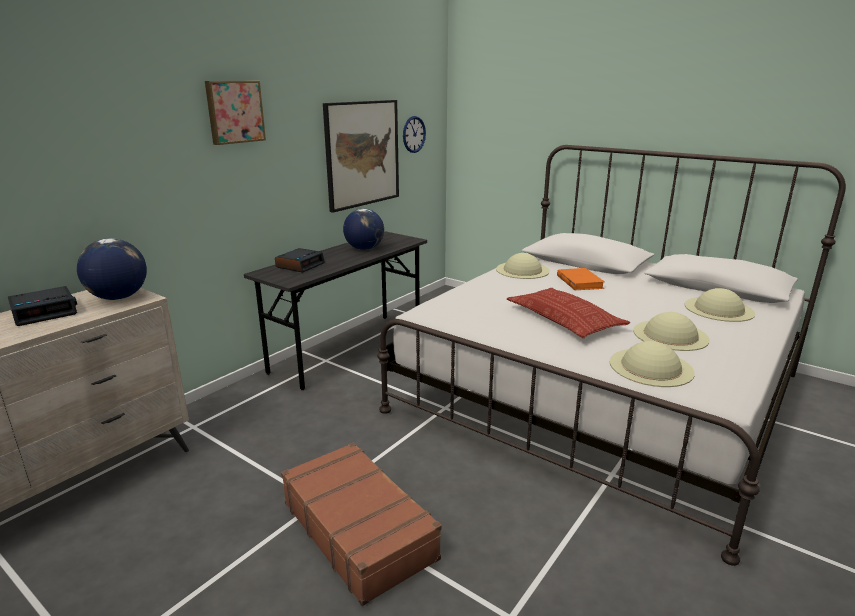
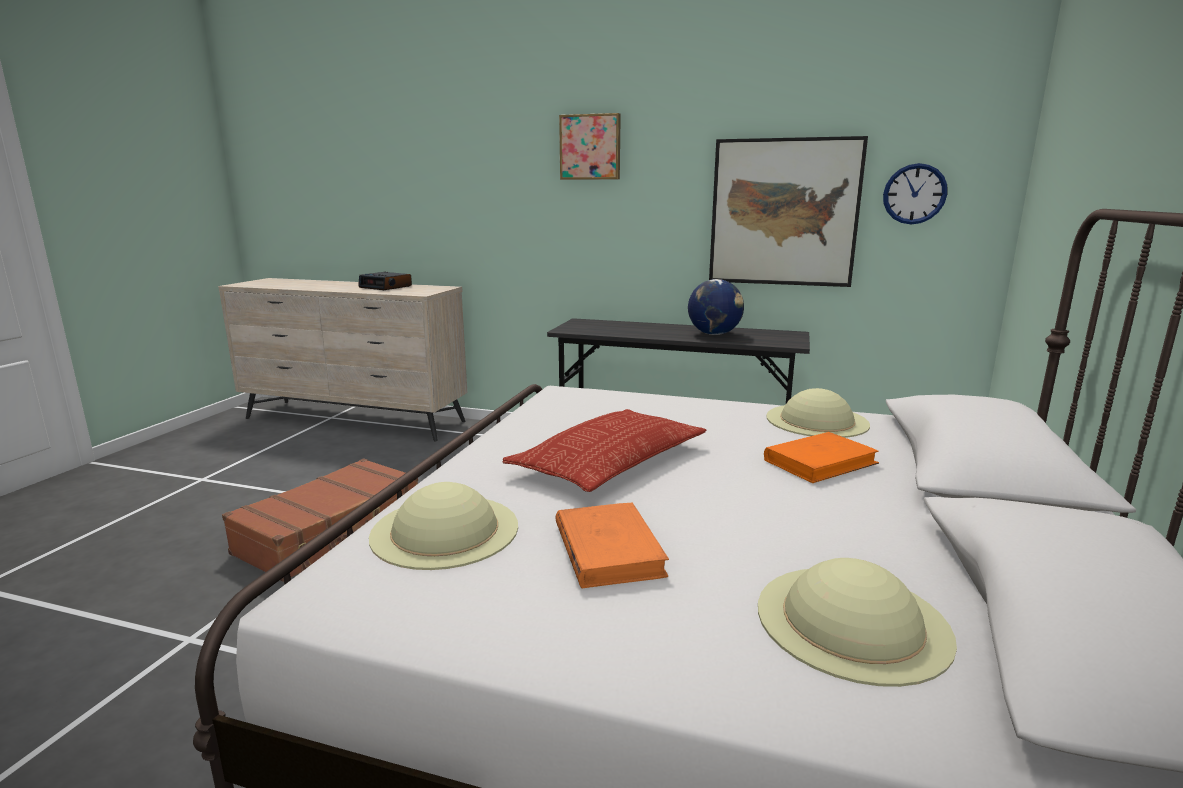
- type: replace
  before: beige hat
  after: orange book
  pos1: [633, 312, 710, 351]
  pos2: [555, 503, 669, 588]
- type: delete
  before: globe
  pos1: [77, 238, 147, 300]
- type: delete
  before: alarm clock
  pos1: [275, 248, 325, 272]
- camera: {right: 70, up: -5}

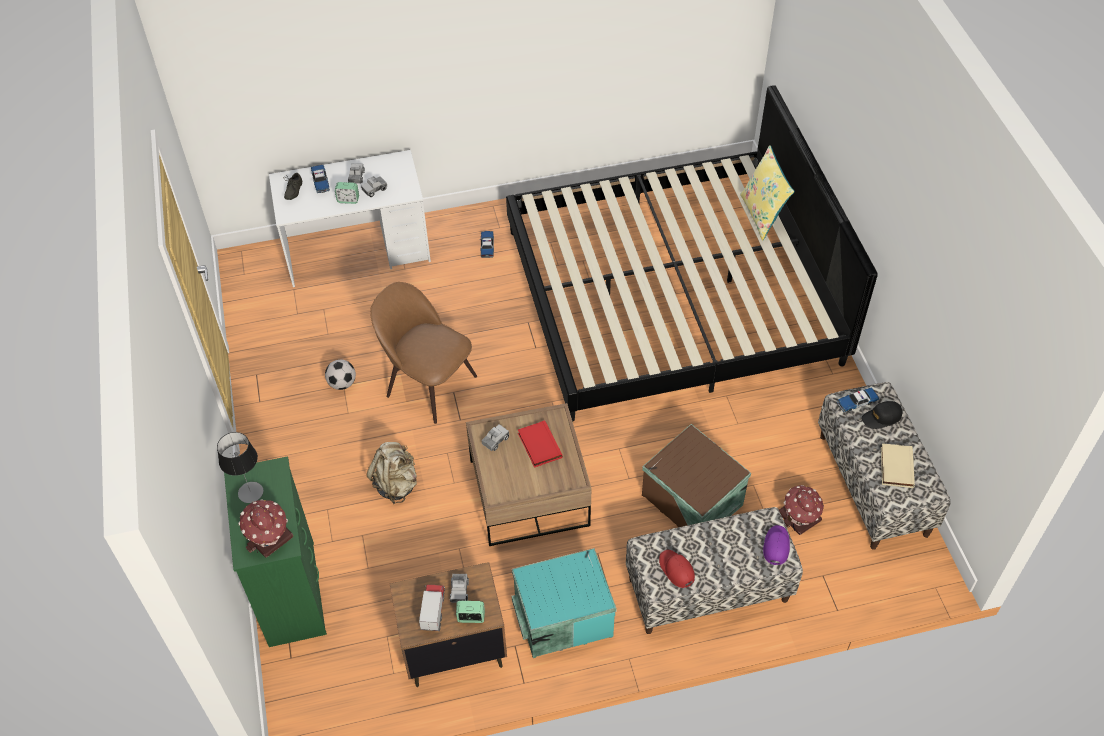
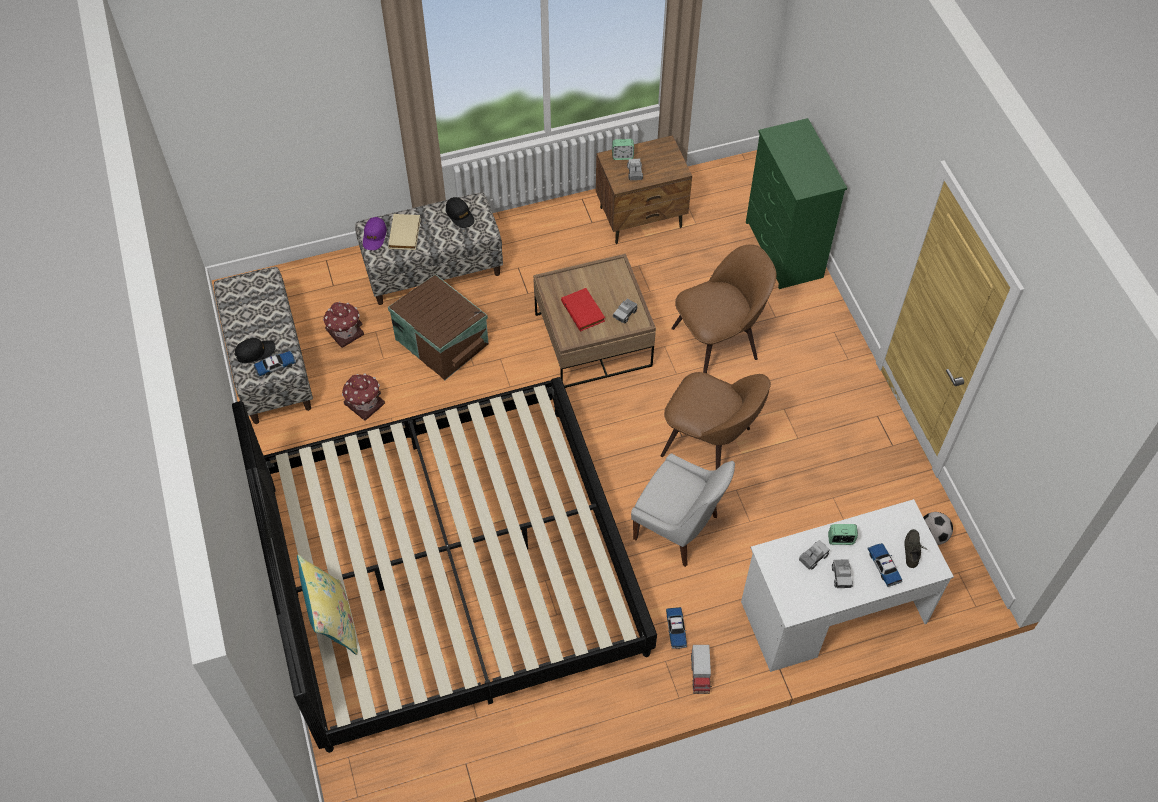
- type: move
  before: toy house
  pos1: [238, 499, 293, 557]
  pos2: [342, 373, 385, 421]
- type: move
  before: beige book
  pos1: [881, 443, 915, 488]
  pos2: [388, 214, 421, 250]
- type: recolor
  before: red cap
  after: black cap
  pos1: [659, 550, 695, 588]
  pos2: [446, 197, 474, 228]
- type: insert
  after: white chair
  pos2: [631, 453, 735, 567]
- type: replace
  before: beige backpack
  after: brown chair
  pos1: [366, 442, 417, 504]
  pos2: [671, 244, 777, 373]
- type: move
  before: toy truck
  pos1: [419, 585, 445, 631]
  pos2: [691, 645, 712, 694]
- type: move
  before: football
  pos1: [325, 359, 356, 390]
  pos2: [923, 512, 953, 545]
- type: delete
  before: table lamp
  pos1: [217, 432, 263, 503]
- type: delete
  before: turquoise storage box
  pos1: [512, 548, 617, 658]
- camera: {right: 175, up: 5}

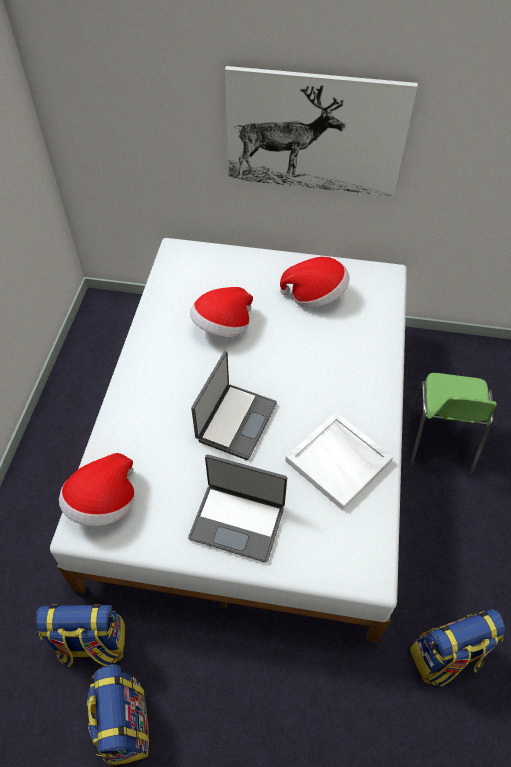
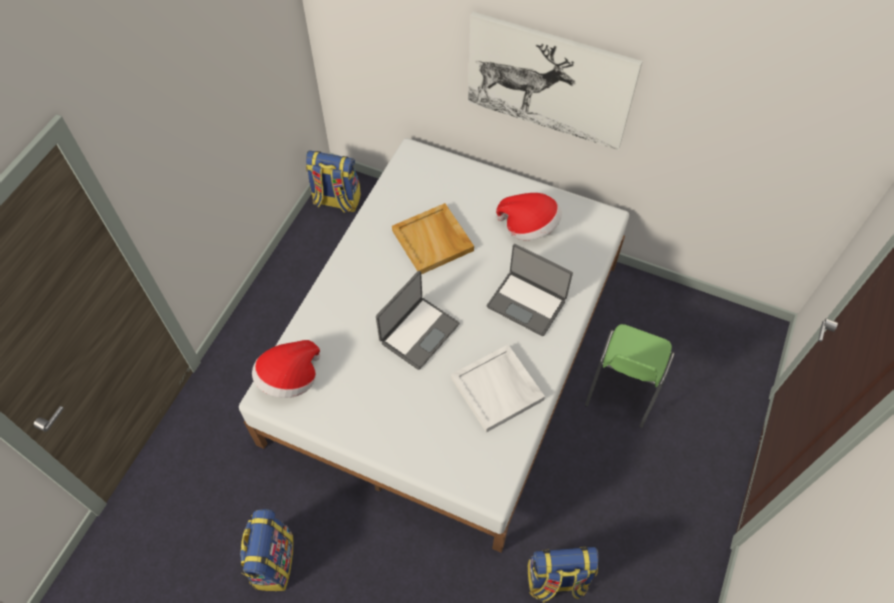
- type: move
  before: backpack
  pos1: [36, 604, 125, 667]
  pos2: [306, 150, 361, 213]
- type: replace
  before: hat
  after: beige tray
  pos1: [190, 287, 253, 337]
  pos2: [392, 203, 474, 274]
- type: move
  before: laptop
  pos1: [188, 454, 287, 563]
  pos2: [487, 244, 573, 336]
- camera: {right: 15, up: 5}

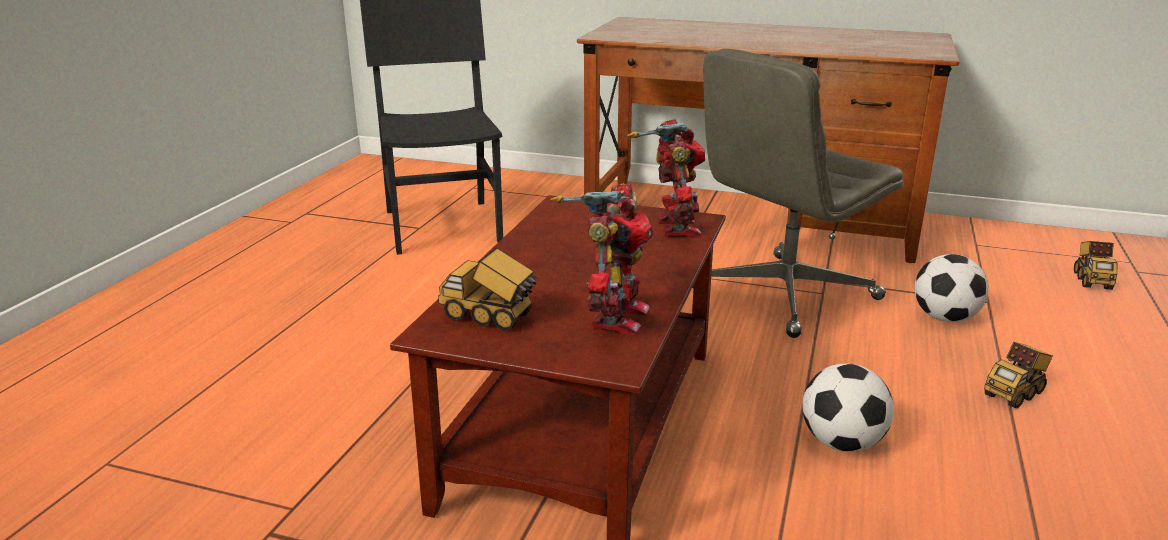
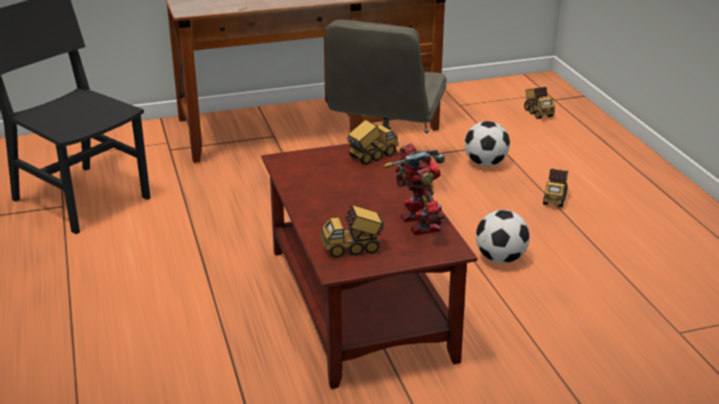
- type: replace
  before: toy robot
  after: toy truck
  pos1: [627, 119, 705, 237]
  pos2: [346, 119, 398, 165]
- camera: {right: -35, up: 5}

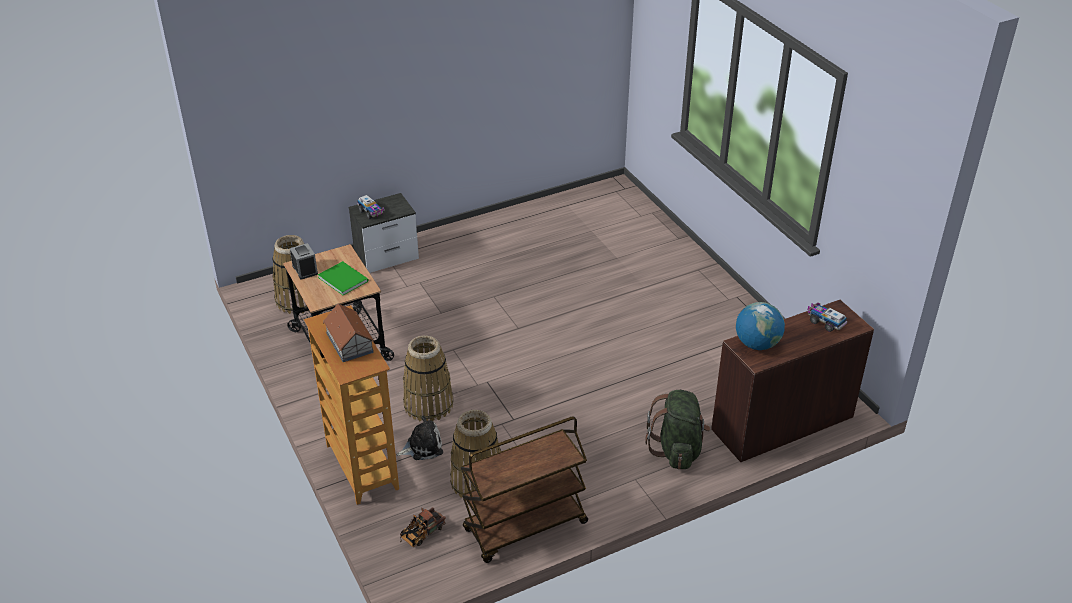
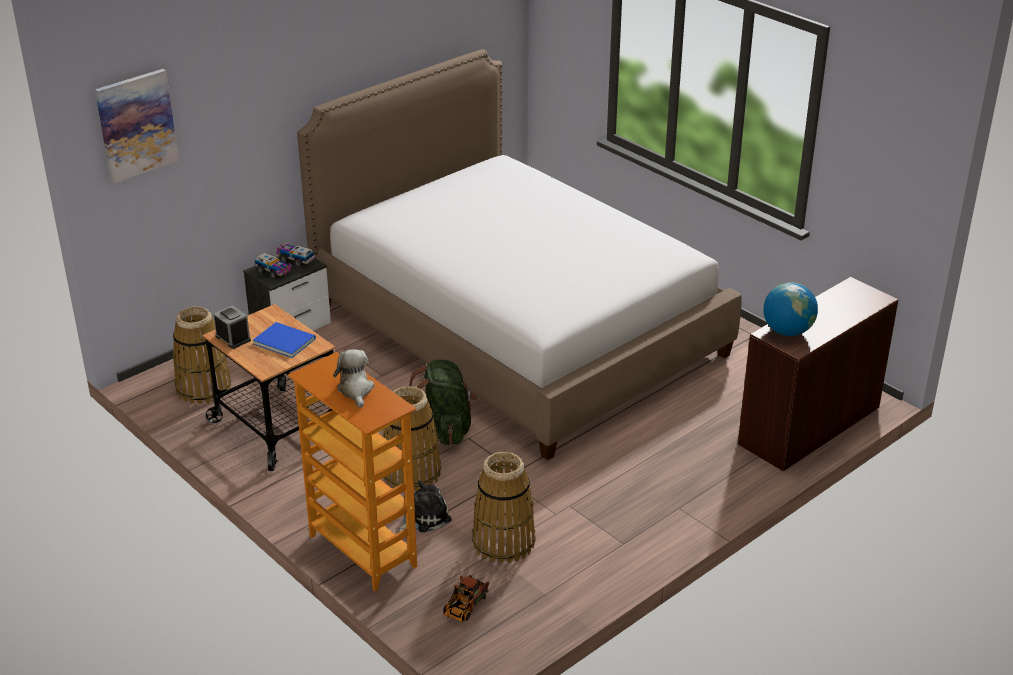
- type: insert
  after: picture
  pos2: [95, 69, 179, 183]
- type: recolor
  before: green book
  after: blue book
  pos1: [318, 261, 369, 295]
  pos2: [253, 322, 316, 358]
- type: move
  before: toy truck
  pos1: [807, 302, 847, 332]
  pos2: [276, 243, 315, 268]
- type: insert
  after: bed
  pos2: [297, 49, 742, 460]
- type: replace
  before: toy house
  after: plush toy
  pos1: [323, 303, 374, 362]
  pos2: [333, 349, 374, 408]
- type: move
  before: green backpack
  pos1: [646, 390, 710, 469]
  pos2: [407, 360, 477, 445]
- type: delete
  before: brown cart
  pos1: [461, 416, 588, 563]
- camera: {right: -15, up: -5}

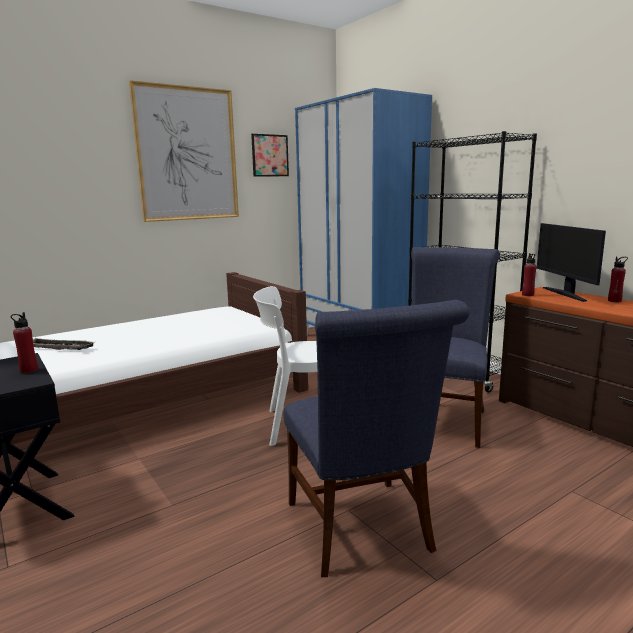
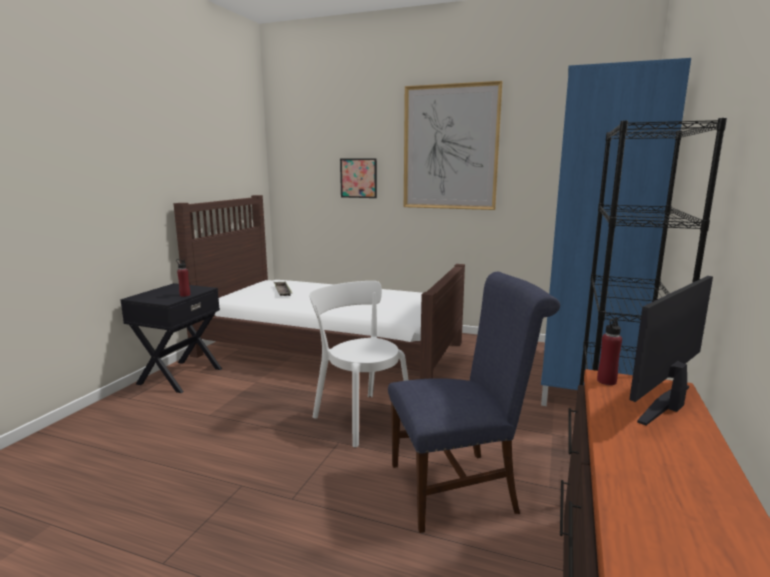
- type: move
  before: picture
  pos1: [251, 134, 289, 177]
  pos2: [340, 158, 377, 198]
- type: delete
  before: blue chair
  pos1: [284, 300, 470, 577]
- type: delete
  before: red bottle
  pos1: [608, 257, 628, 302]
- camera: {right: 55, up: 0}

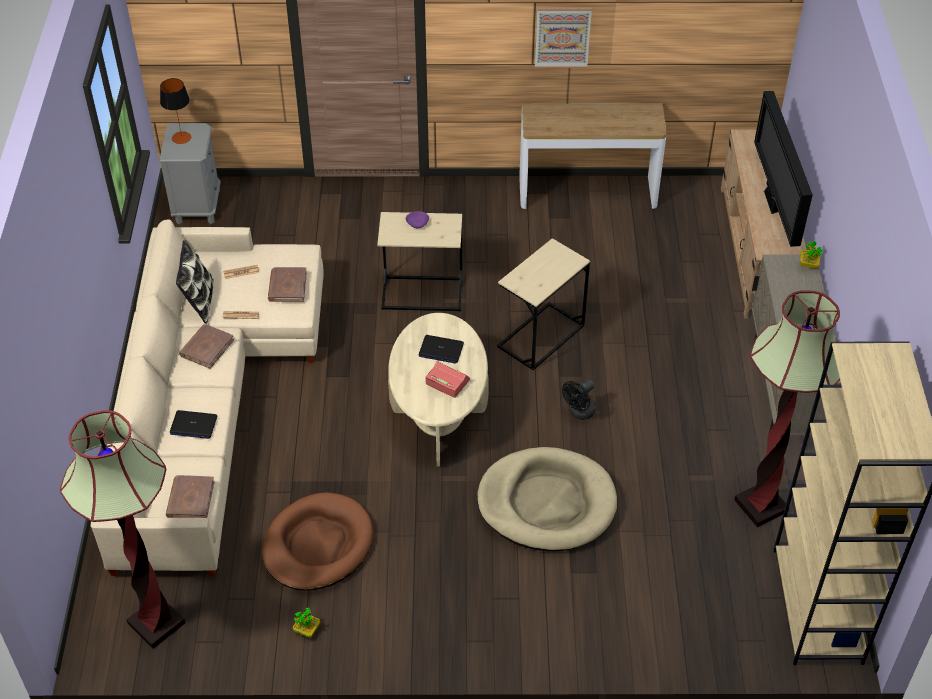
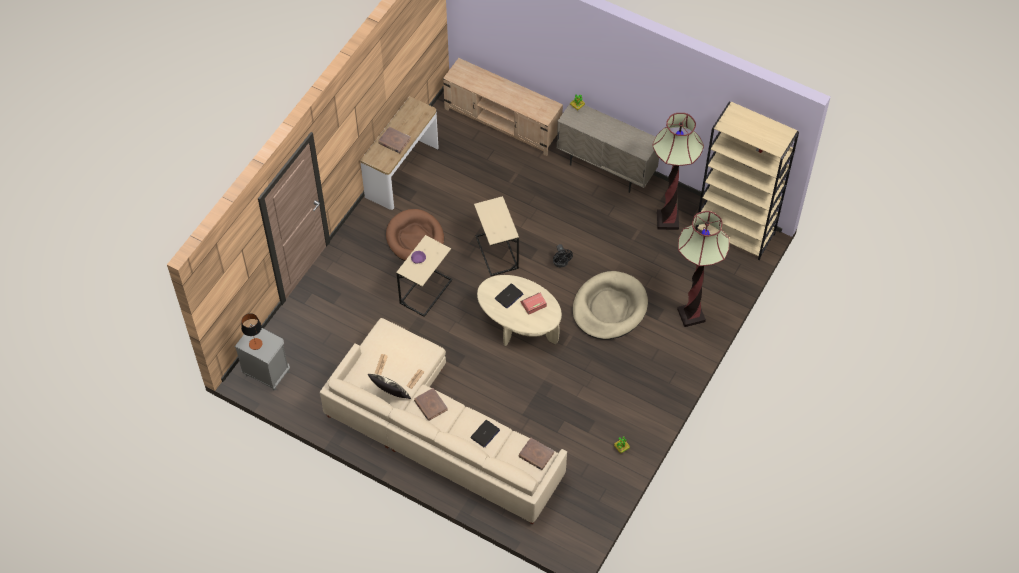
- type: move
  before: brown book
  pos1: [268, 267, 307, 302]
  pos2: [378, 127, 411, 154]
- type: move
  before: brown dog bed
  pos1: [262, 492, 373, 591]
  pos2: [386, 209, 444, 261]
- type: move
  before: floor lamp
  pos1: [60, 410, 185, 649]
  pos2: [677, 211, 729, 327]
- type: delete
  before: picture
  pos1: [535, 7, 592, 68]
- type: delete
  before: television
  pos1: [754, 91, 813, 247]
- camera: {right: -60, up: 10}

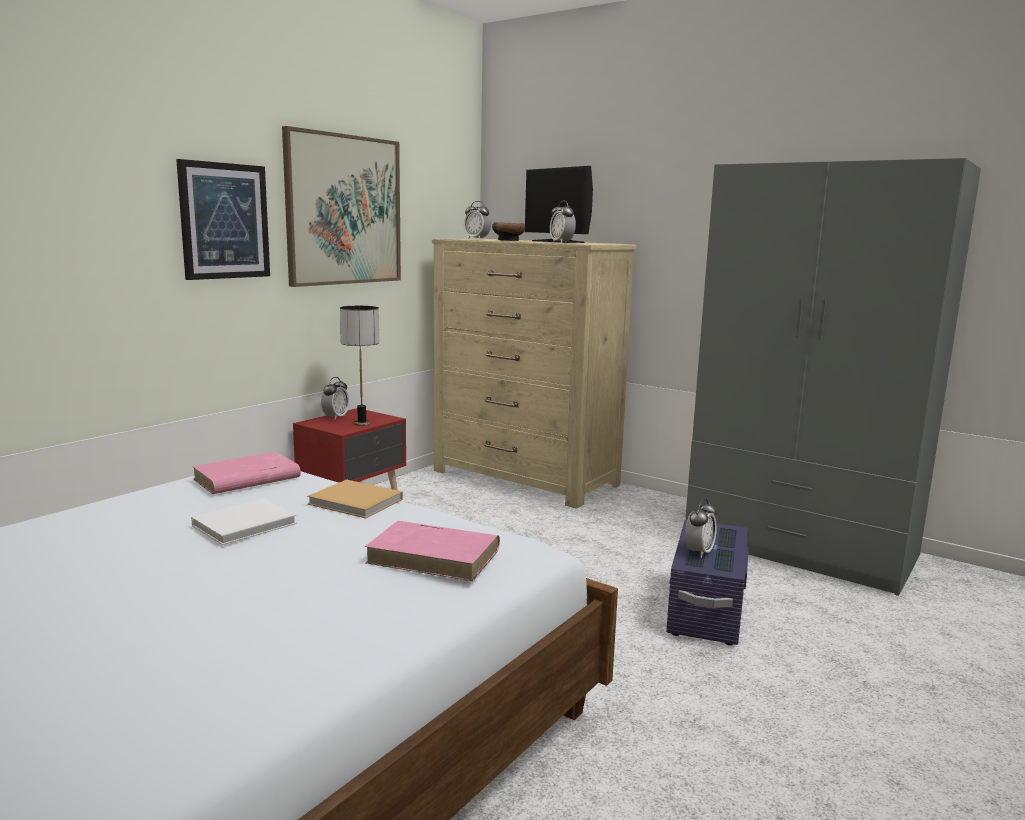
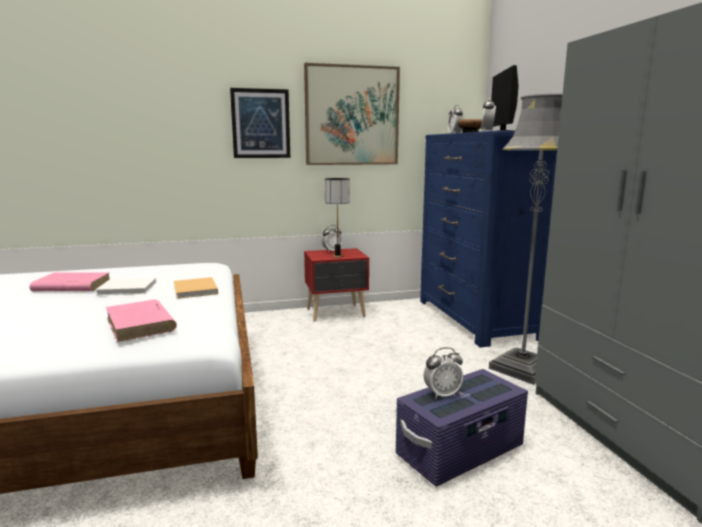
- type: move
  before: pink book
  pos1: [192, 452, 301, 494]
  pos2: [30, 272, 110, 291]
- type: recolor
  before: beige dresser
  after: blue dresser
  pos1: [432, 239, 637, 509]
  pos2: [420, 131, 557, 348]
- type: insert
  after: grey floor lamp
  pos2: [489, 94, 563, 384]
- camera: {right: 40, up: 0}

